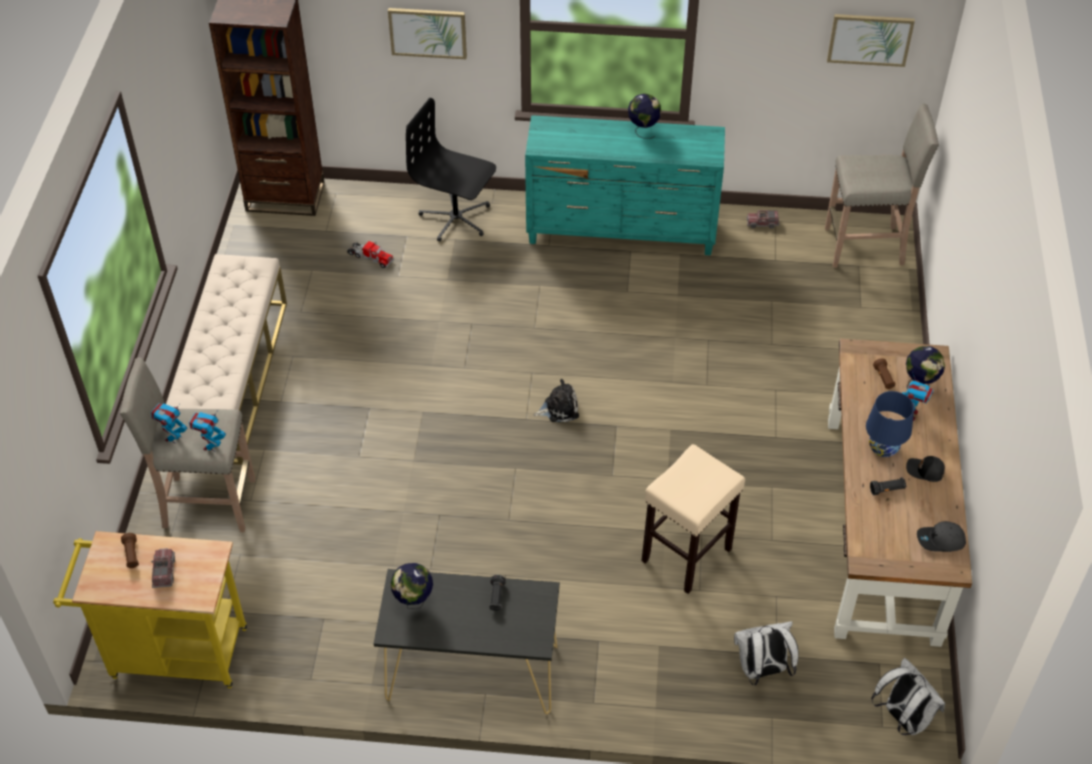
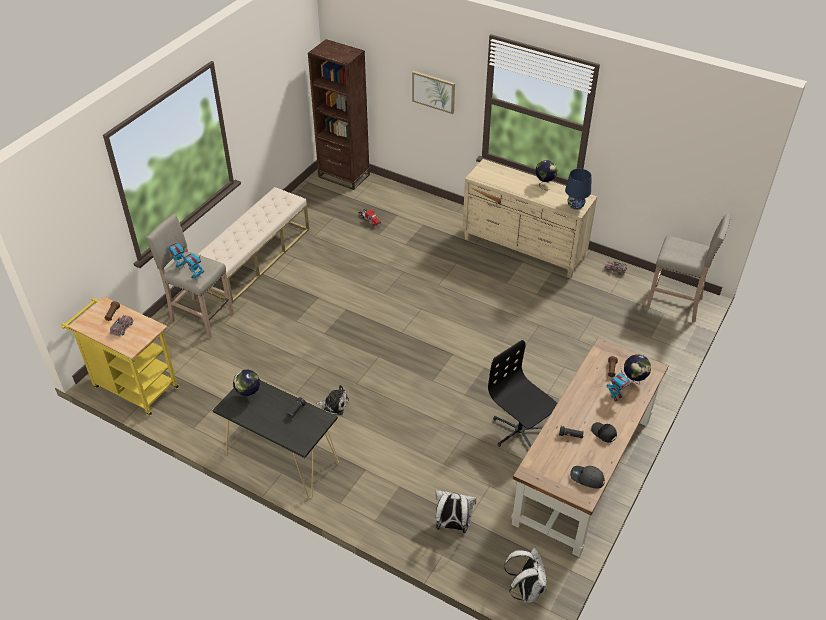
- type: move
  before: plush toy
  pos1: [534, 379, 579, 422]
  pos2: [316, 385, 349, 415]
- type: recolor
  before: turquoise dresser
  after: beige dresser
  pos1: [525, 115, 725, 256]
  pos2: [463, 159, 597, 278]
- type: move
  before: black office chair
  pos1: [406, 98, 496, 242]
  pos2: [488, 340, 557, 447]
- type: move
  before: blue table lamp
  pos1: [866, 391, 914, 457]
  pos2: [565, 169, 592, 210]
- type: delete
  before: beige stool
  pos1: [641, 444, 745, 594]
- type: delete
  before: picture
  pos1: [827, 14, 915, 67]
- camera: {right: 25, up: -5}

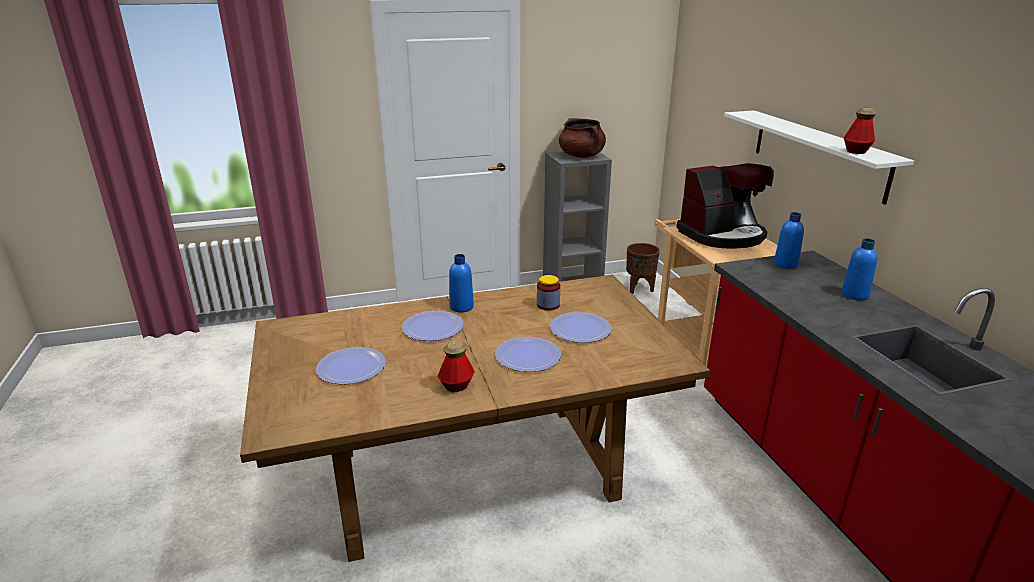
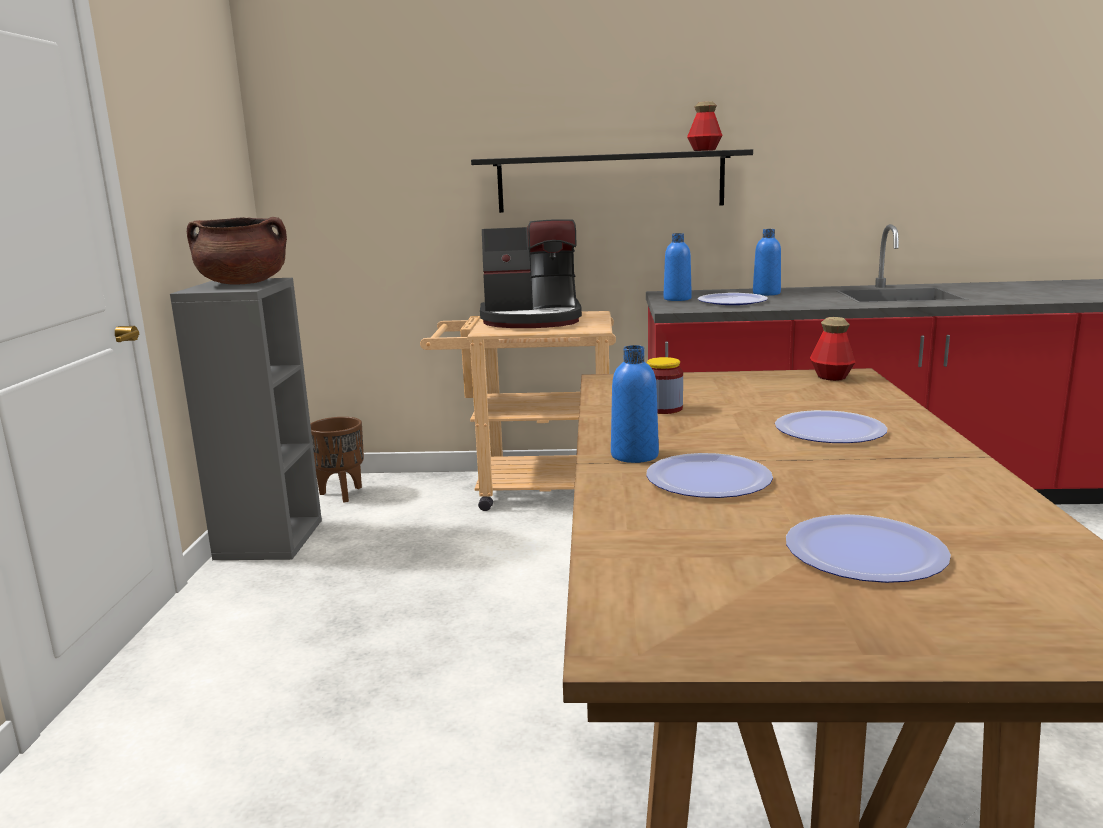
- type: recolor
  before: white shelf
  after: black shelf
  pos1: [724, 110, 914, 205]
  pos2: [471, 149, 753, 213]
- type: rotate
  before: coffee machine
  pos1: [676, 163, 774, 249]
  pos2: [480, 219, 582, 328]
  turn: 90
- type: move
  before: plate
  pos1: [550, 312, 612, 343]
  pos2: [698, 293, 768, 305]
- type: move
  before: bottle
  pos1: [437, 341, 475, 392]
  pos2: [810, 317, 856, 381]
- camera: {right: -70, up: -10}

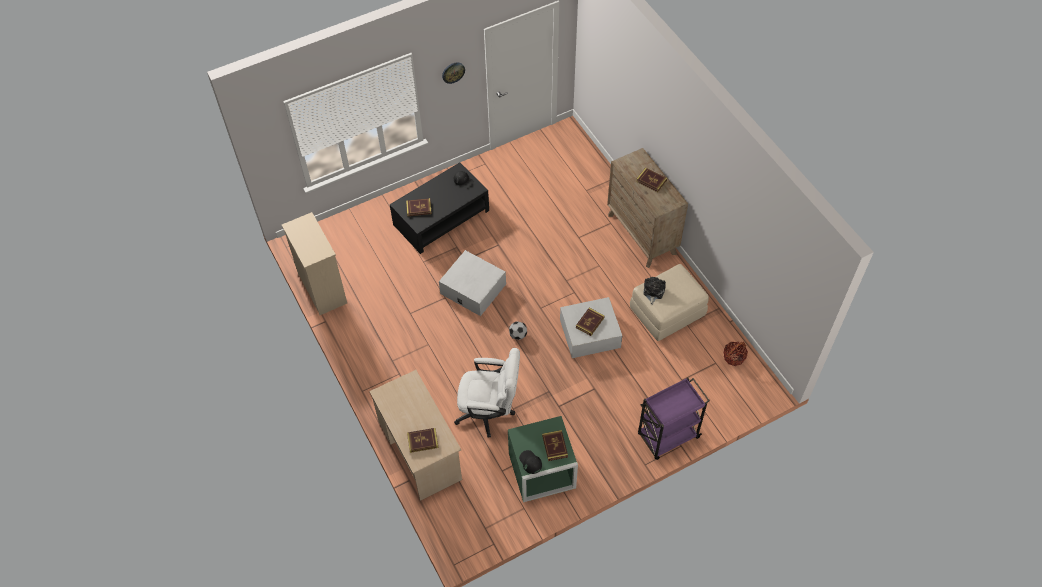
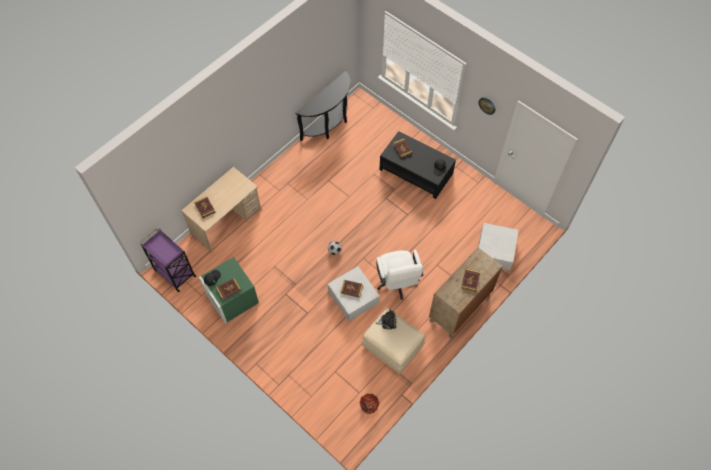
- type: move
  before: purple cart
  pos1: [638, 377, 710, 460]
  pos2: [140, 228, 197, 292]
- type: replace
  before: beige dresser
  after: black console table
  pos1: [282, 212, 347, 315]
  pos2: [295, 71, 350, 141]
- type: move
  before: white office chair
  pos1: [454, 348, 520, 438]
  pos2: [376, 250, 424, 300]
- type: move
  before: white storage box
  pos1: [439, 250, 506, 316]
  pos2: [478, 223, 519, 270]
- camera: {right: 70, up: 5}

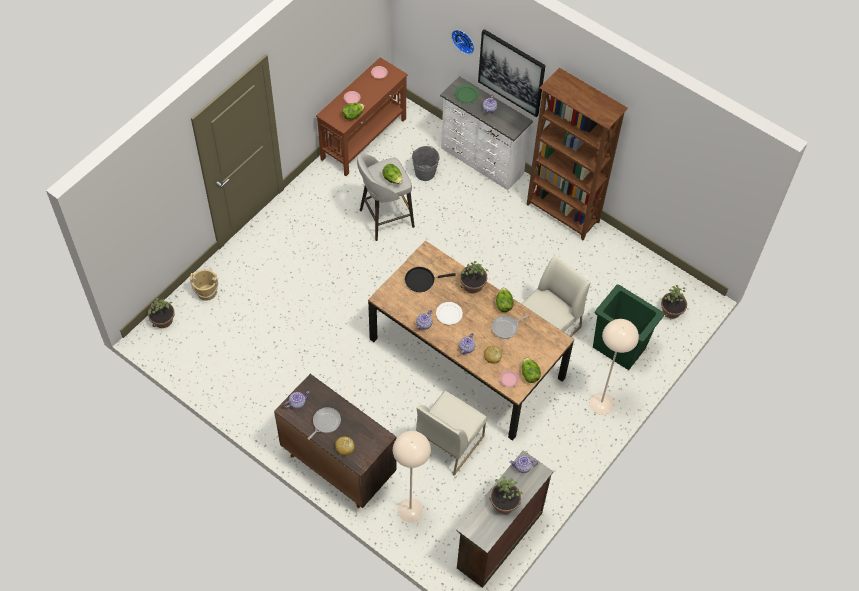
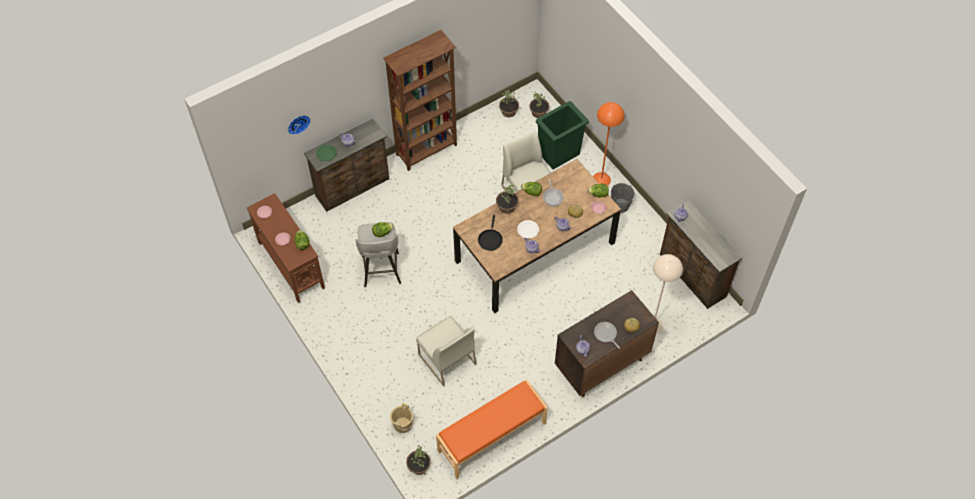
- type: recolor
  before: white dresser
  after: brown dresser
  pos1: [440, 76, 533, 190]
  pos2: [304, 119, 389, 212]
- type: move
  before: white chair
  pos1: [416, 391, 487, 476]
  pos2: [416, 316, 477, 386]
- type: insert
  after: orange bench
  pos2: [436, 380, 548, 479]
- type: move
  before: potted plant
  pos1: [489, 477, 523, 514]
  pos2: [499, 90, 519, 117]
- type: recolor
  before: beige floor lamp
  after: orange floor lamp
  pos1: [589, 319, 639, 415]
  pos2: [593, 102, 624, 186]
- type: move
  before: grey bucket
  pos1: [412, 146, 440, 181]
  pos2: [611, 183, 635, 213]
- type: delete
  before: picture
  pos1: [478, 29, 546, 117]
- camera: {right: -70, up: 0}

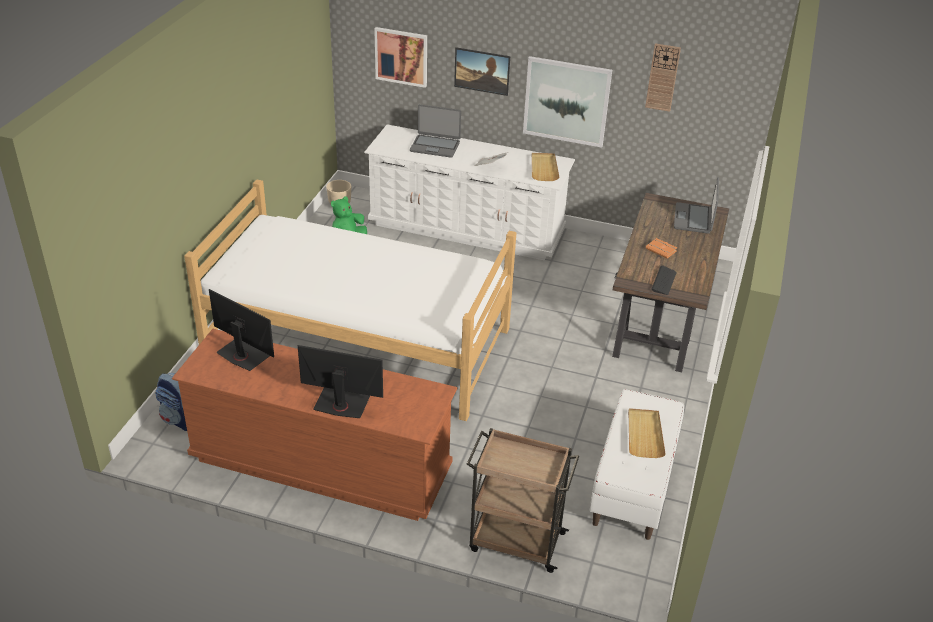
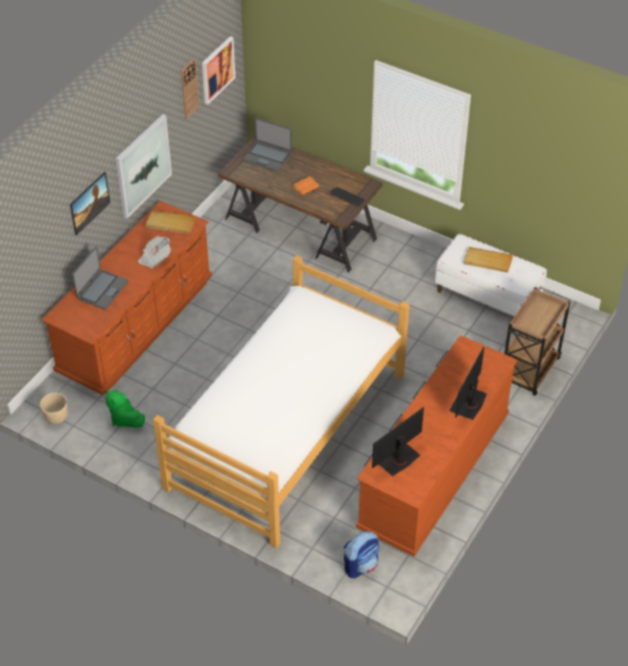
- type: recolor
  before: white dresser
  after: brown dresser
  pos1: [364, 124, 575, 261]
  pos2: [42, 201, 212, 395]
- type: move
  before: picture
  pos1: [374, 27, 427, 88]
  pos2: [202, 36, 235, 105]
- camera: {right: -75, up: 10}

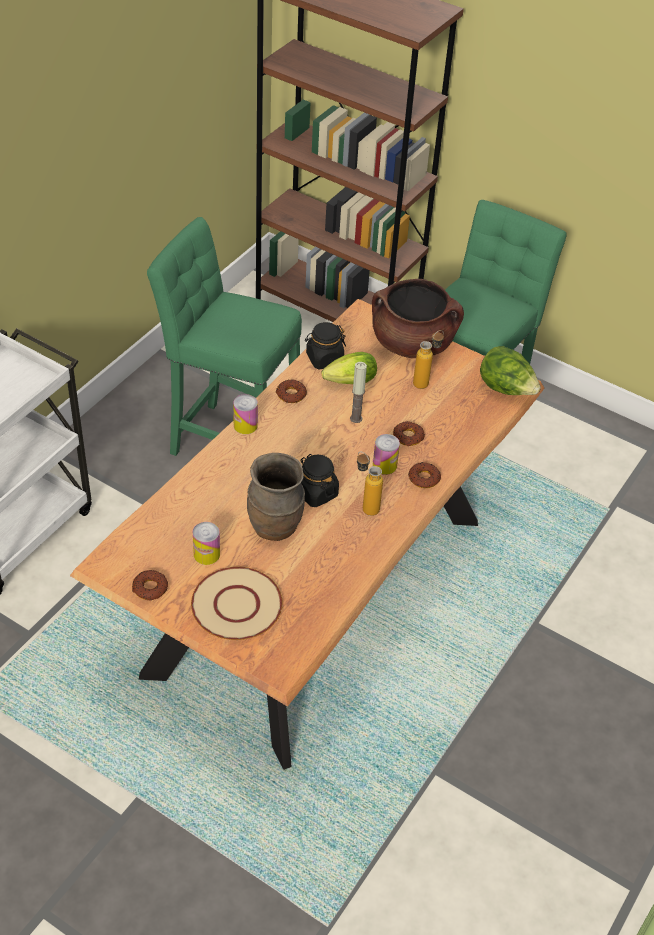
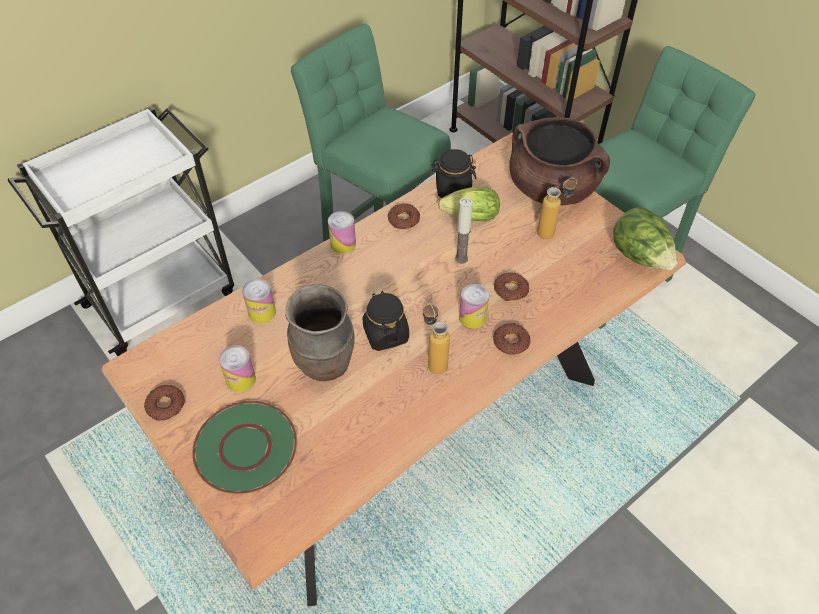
- type: recolor
  before: beige plate
  after: green plate
  pos1: [191, 567, 283, 640]
  pos2: [192, 401, 297, 494]
- type: insert
  after: can
  pos2: [242, 279, 276, 324]
- camera: {right: 20, up: 5}

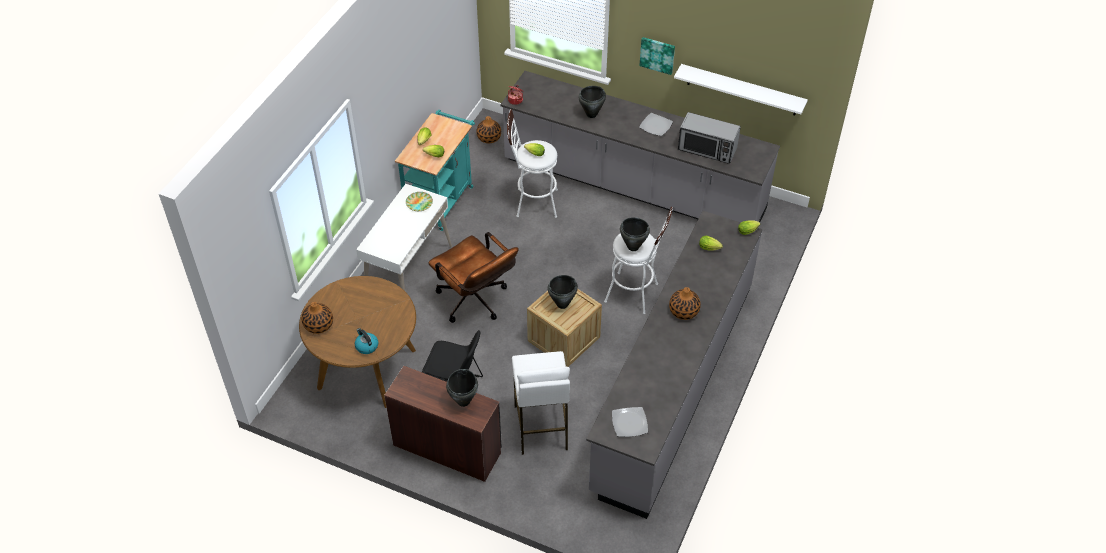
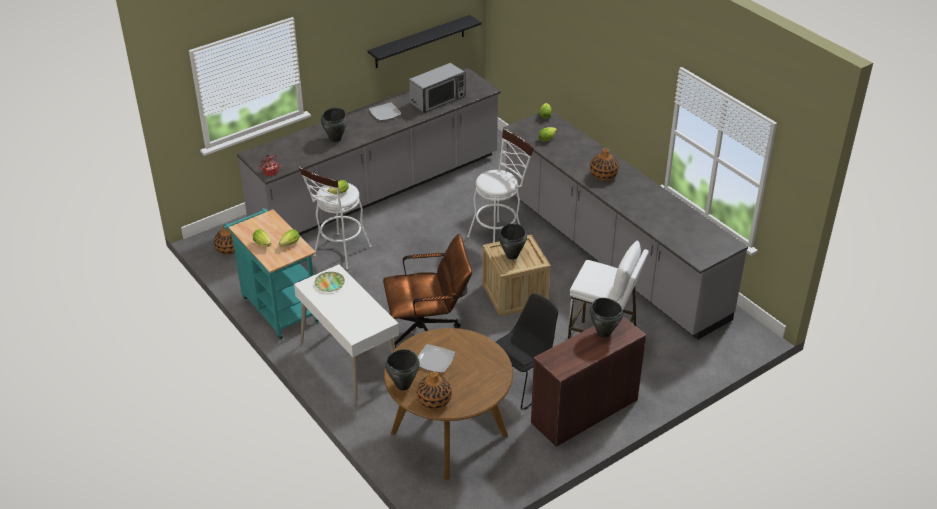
- type: recolor
  before: white shelf
  after: black shelf
  pos1: [674, 64, 808, 116]
  pos2: [368, 15, 481, 68]
- type: move
  before: black cooking pot
  pos1: [620, 217, 650, 251]
  pos2: [385, 349, 419, 391]
- type: move
  before: plate
  pos1: [612, 407, 648, 437]
  pos2: [418, 344, 455, 373]
- type: delete
  before: kettle
  pos1: [355, 328, 378, 354]
- type: delete
  before: picture
  pos1: [639, 37, 675, 75]
- camera: {right: -60, up: -10}

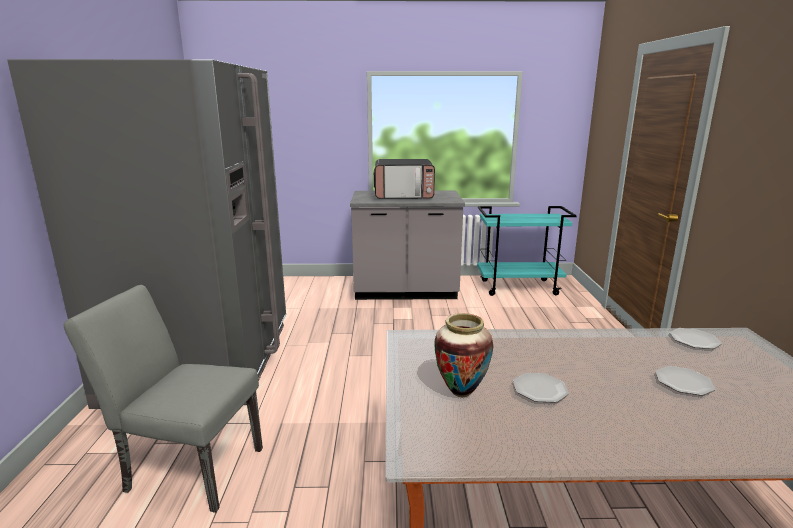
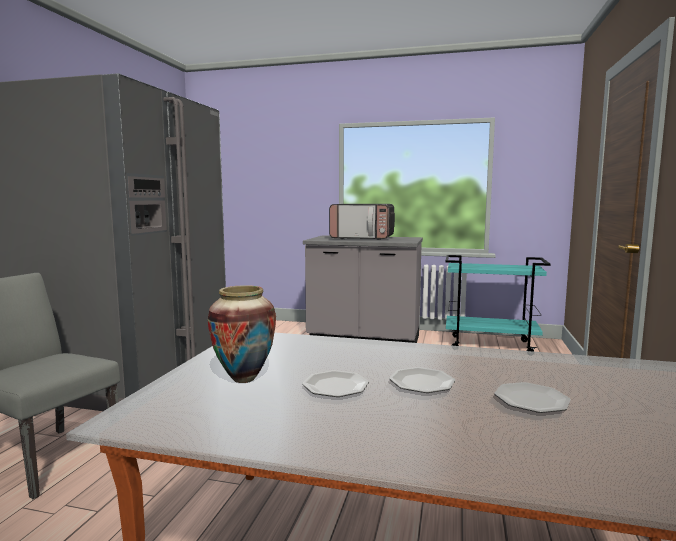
- type: move
  before: plate
  pos1: [670, 328, 722, 349]
  pos2: [389, 367, 455, 393]
- camera: {right: 15, up: -10}

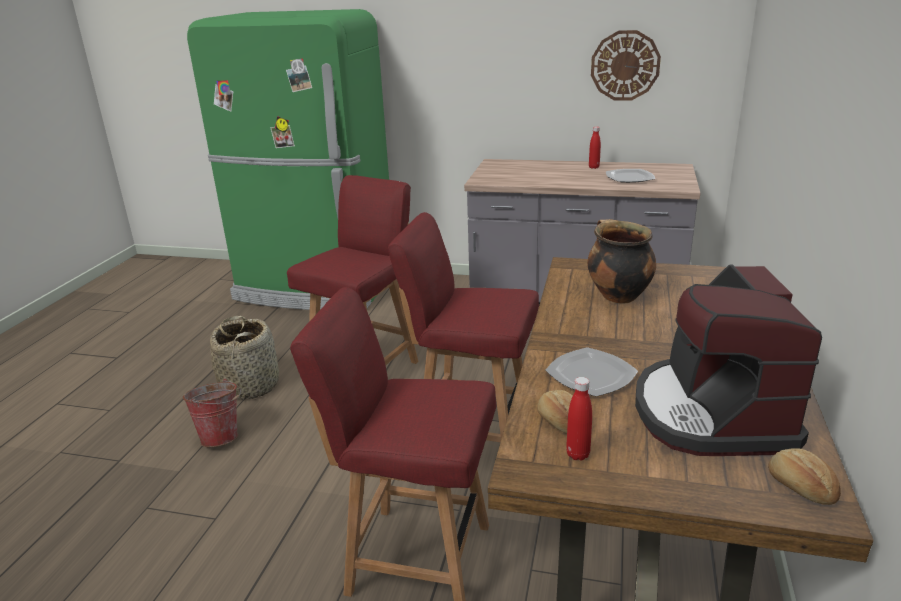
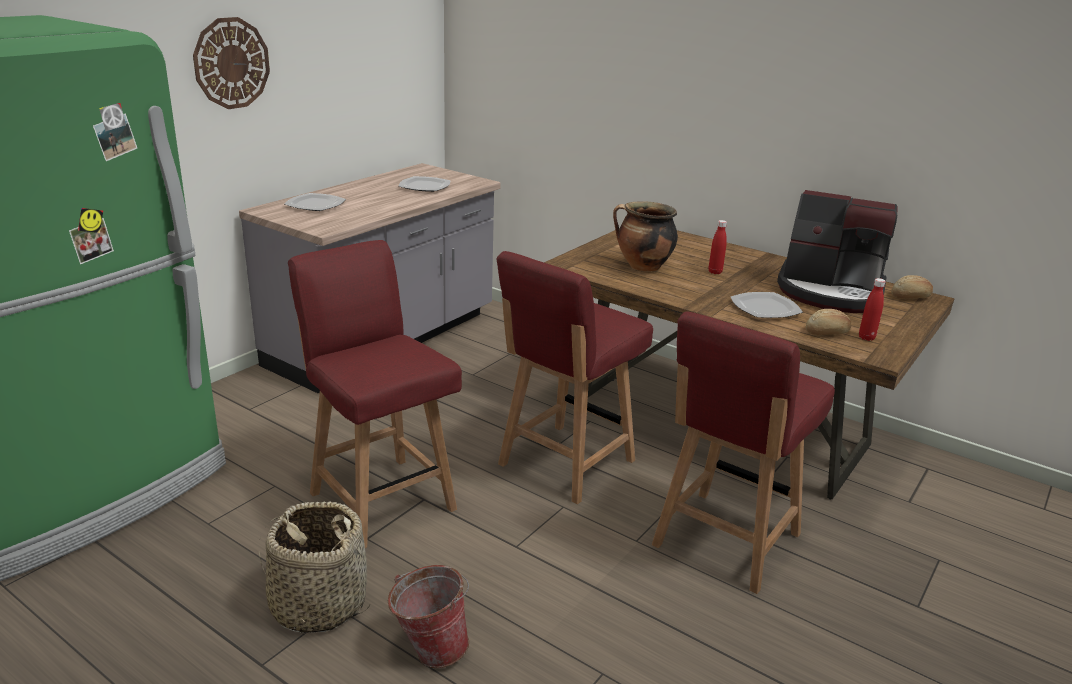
- type: move
  before: wall clock
  pos1: [591, 30, 661, 100]
  pos2: [193, 17, 270, 109]
- type: insert
  after: plate
  pos2: [284, 193, 346, 211]
- type: move
  before: red bottle
  pos1: [589, 127, 601, 169]
  pos2: [709, 220, 727, 274]
- camera: {right: -70, up: 0}

